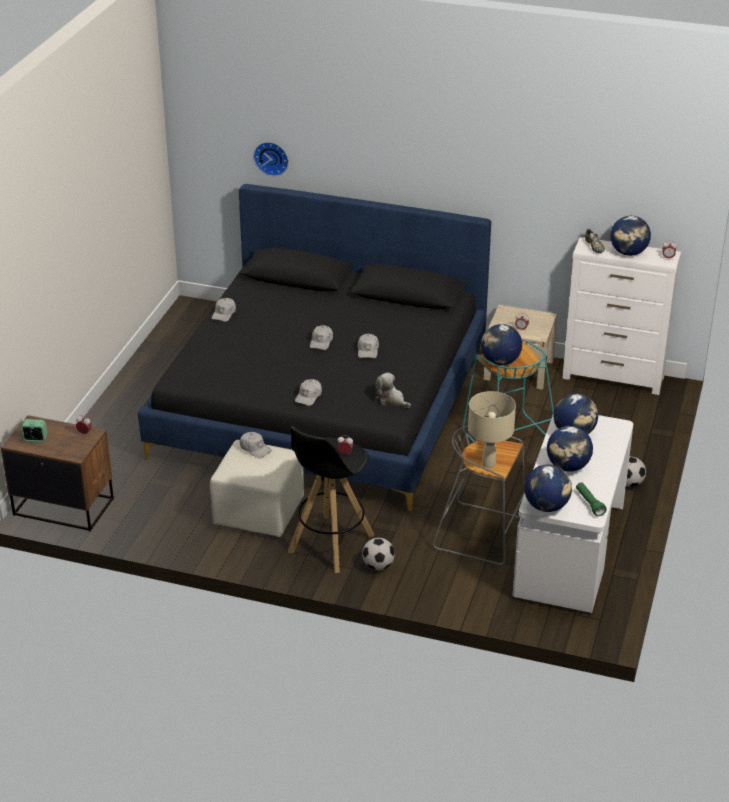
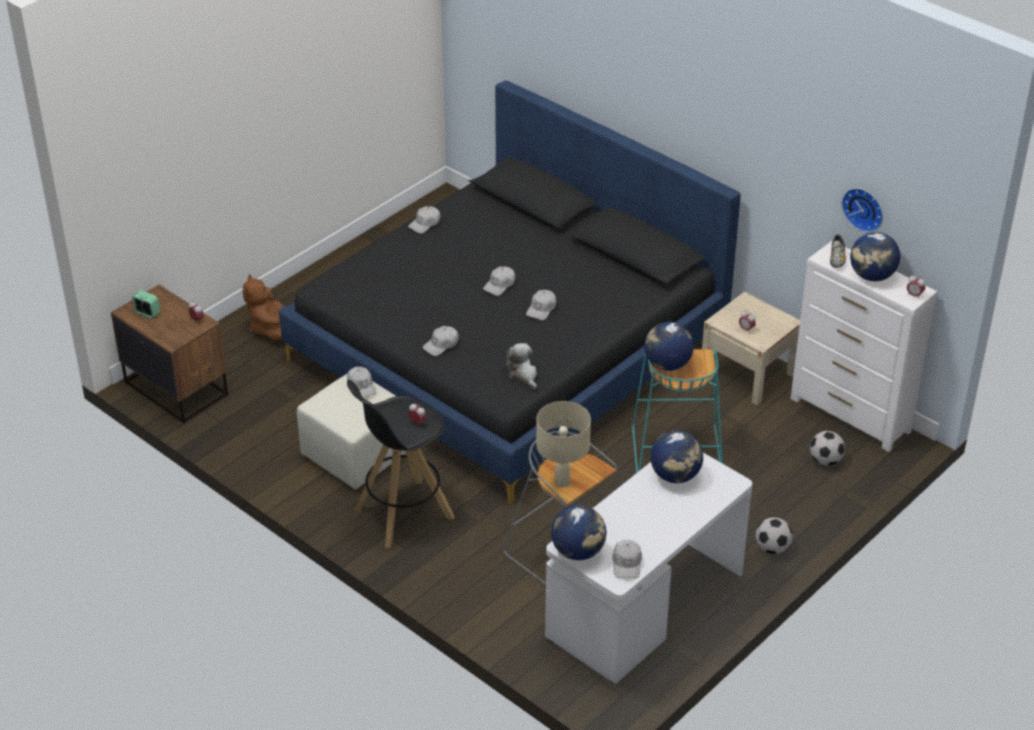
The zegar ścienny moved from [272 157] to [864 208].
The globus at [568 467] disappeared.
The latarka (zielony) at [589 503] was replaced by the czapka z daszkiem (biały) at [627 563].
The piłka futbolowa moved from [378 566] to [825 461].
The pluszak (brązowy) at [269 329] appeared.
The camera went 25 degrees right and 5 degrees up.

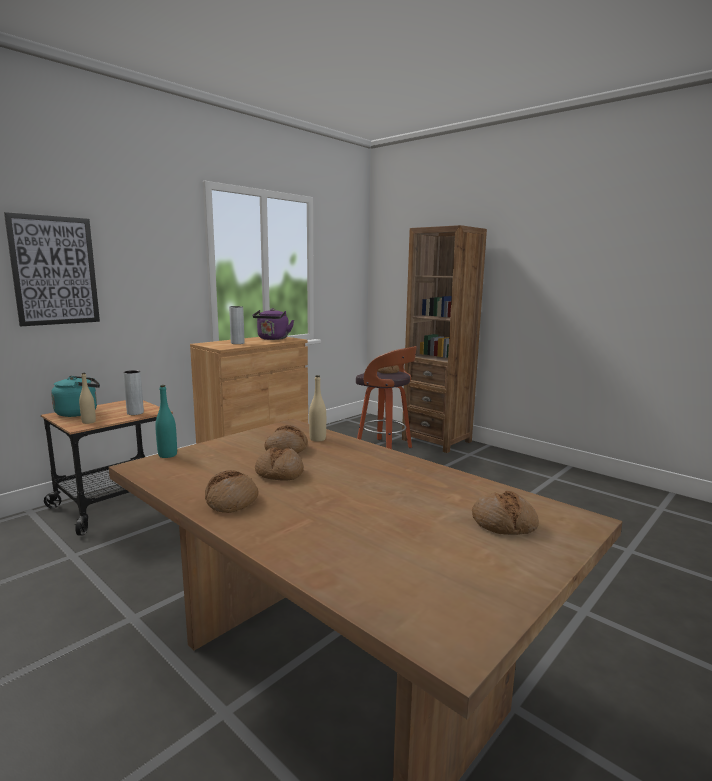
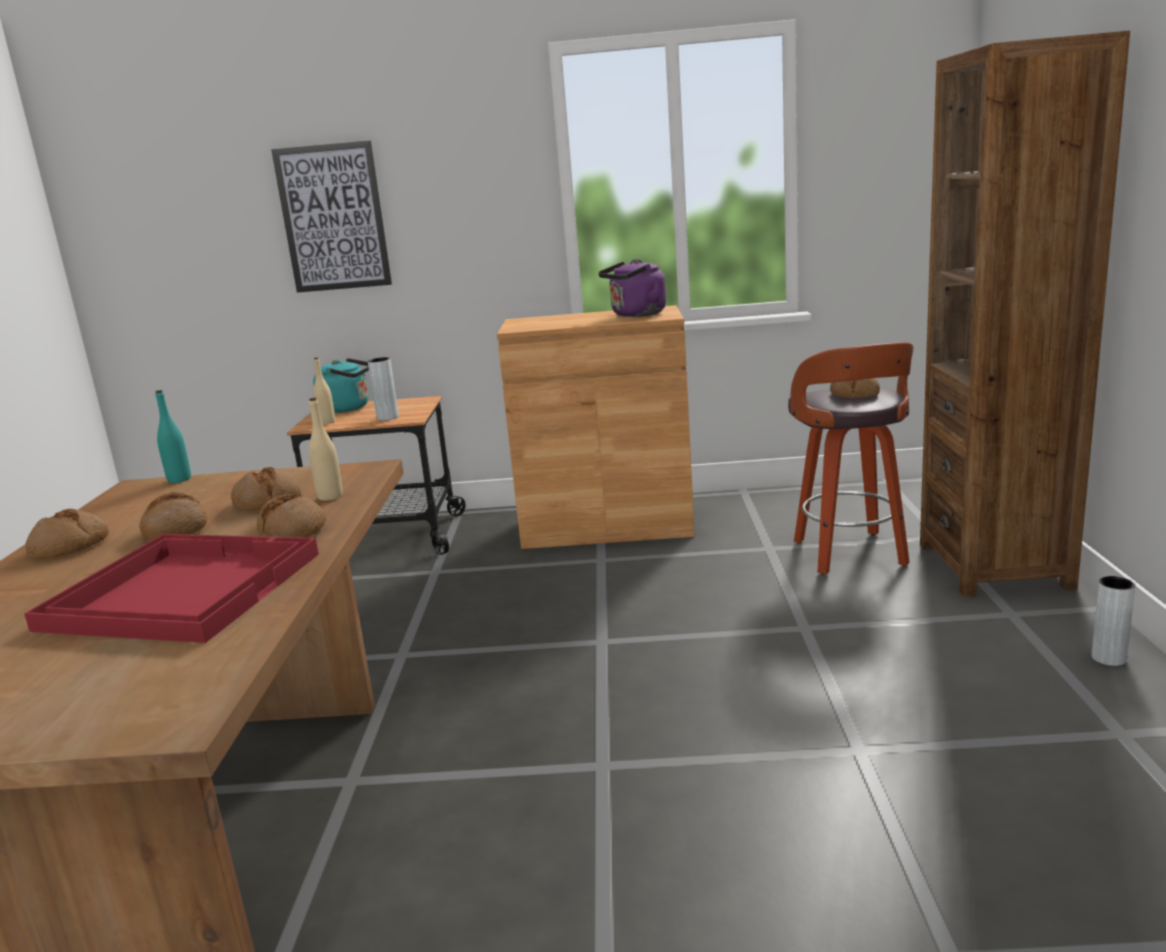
The wazon (szary) moved from [237 343] to [1108 658].
The chleb moved from [503 523] to [294 531].
The taca (czerwony) at [183 589] appeared.
The camera went 50 degrees right and 5 degrees up.

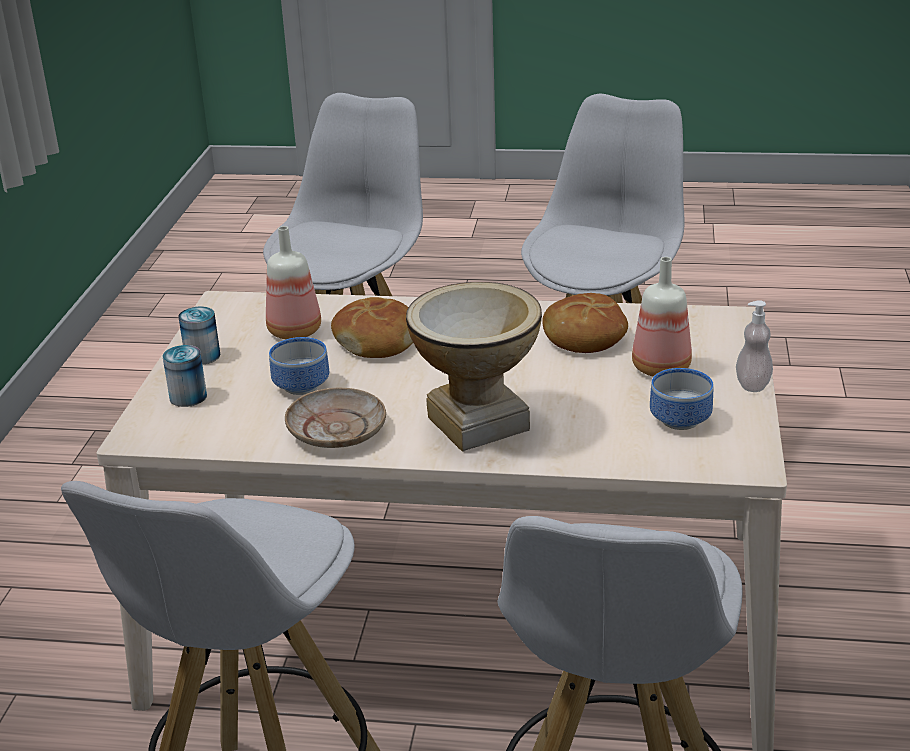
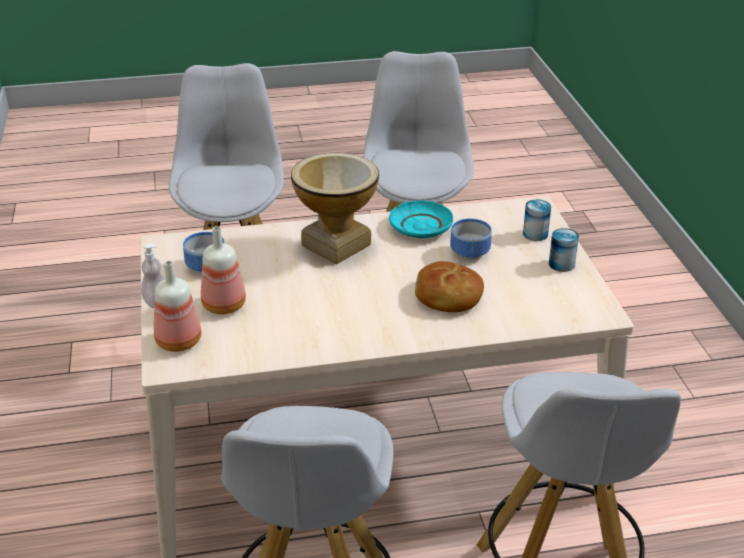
The butelka moved from [296 331] to [177 342].
The chleb at [584 336] disappeared.
The talerz (beżowy) at [337 430] became the talerz (turkusowy) at [420 227].
The camera went 160 degrees right and 5 degrees up.

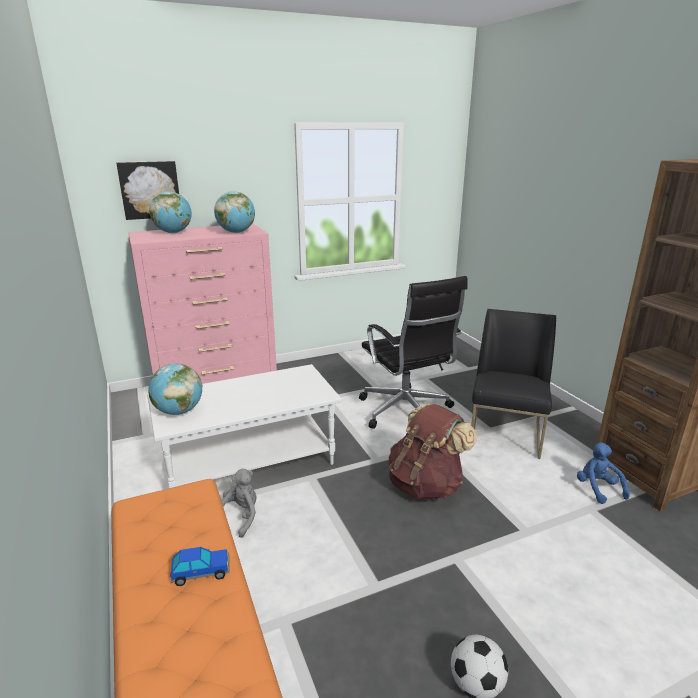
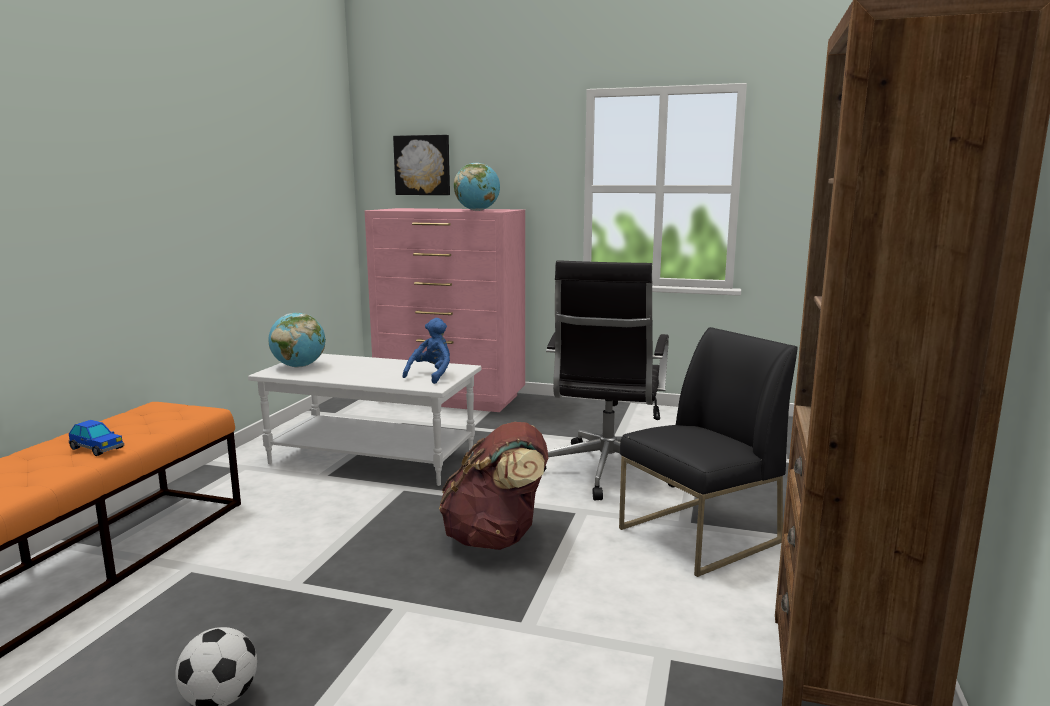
The globus at [173 232] disappeared.
The pluszak (niebieski) moved from [597 488] to [431 375].
The pluszak (szary) at [240 517] disappeared.
The camera went 40 degrees right and 10 degrees down.

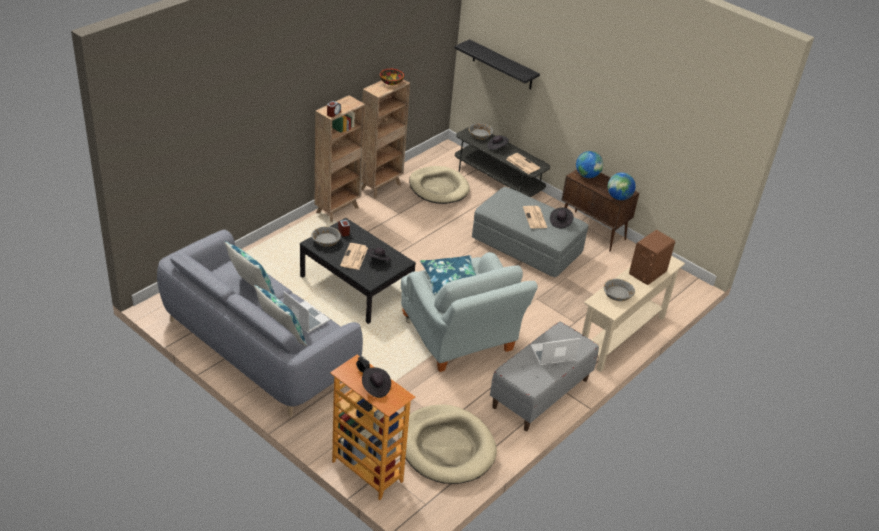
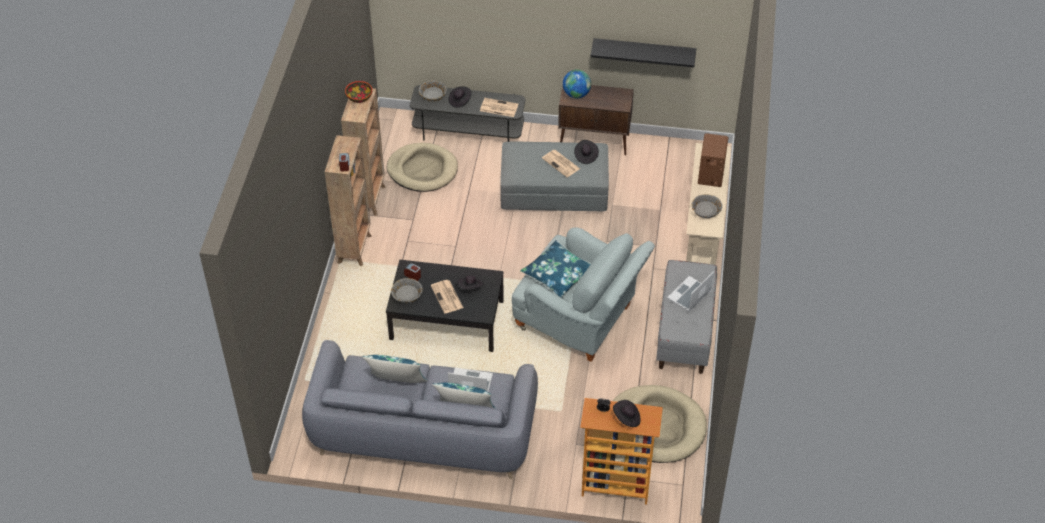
The półka (czarny) moved from [502 65] to [644 52].
The globus at [618 197] disappeared.
The camera went 30 degrees left and 10 degrees up.

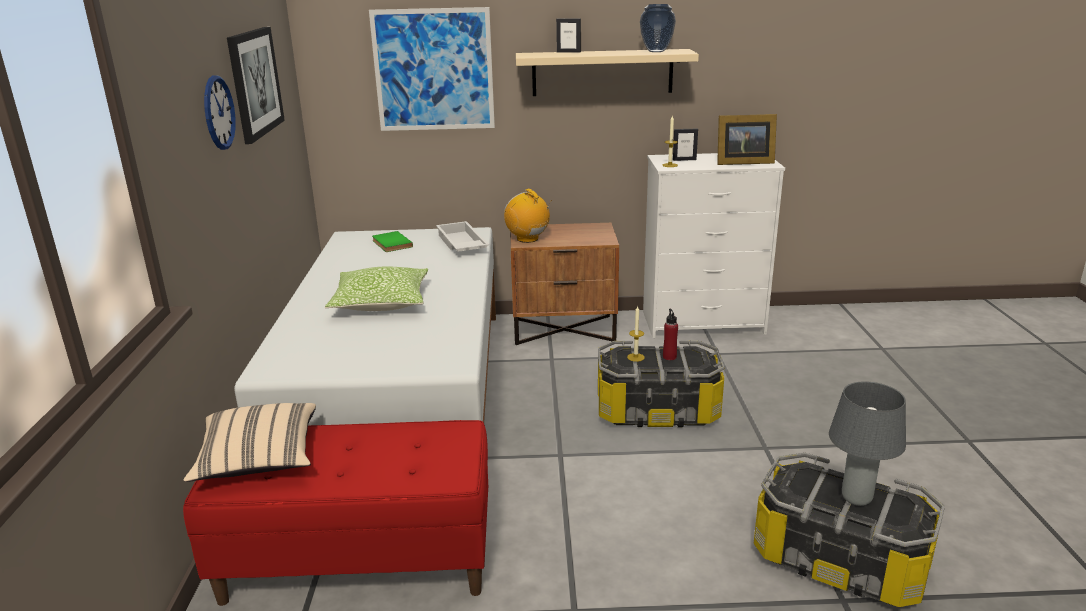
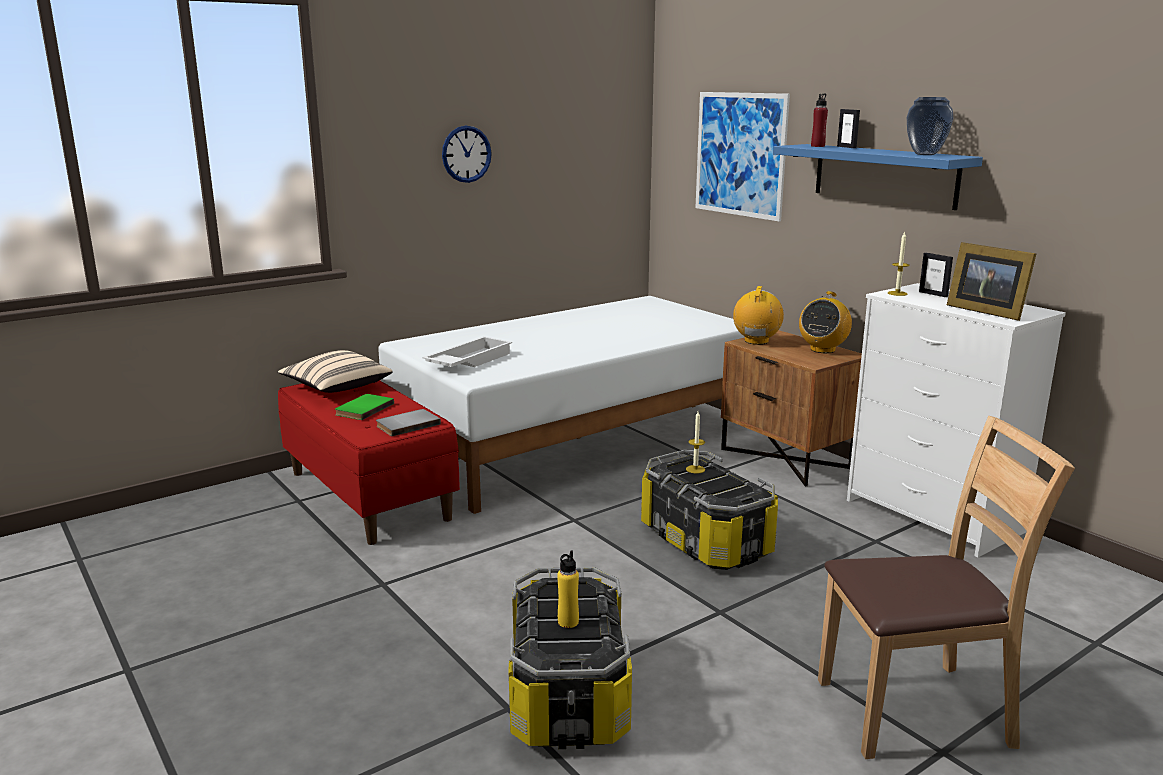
The obraz at [255 83] disappeared.
The półka (beżowy) at [602 72] became the półka (niebieski) at [884 175].
The taca (biały) moved from [460 244] to [468 361].
The książka (zielony) moved from [390 244] to [363 409].
The poduszka at [381 303] disappeared.
The butelka (czerwony) moved from [669 357] to [818 146].
The lampa stołowa (szary) at [857 499] was replaced by the butelka (żółty) at [568 622].
The radio at [822 349] appeared.
The książka (szary) at [407 424] appeared.
The krzesło (brązowy) at [915 711] appeared.
The camera went 55 degrees right and 5 degrees down.

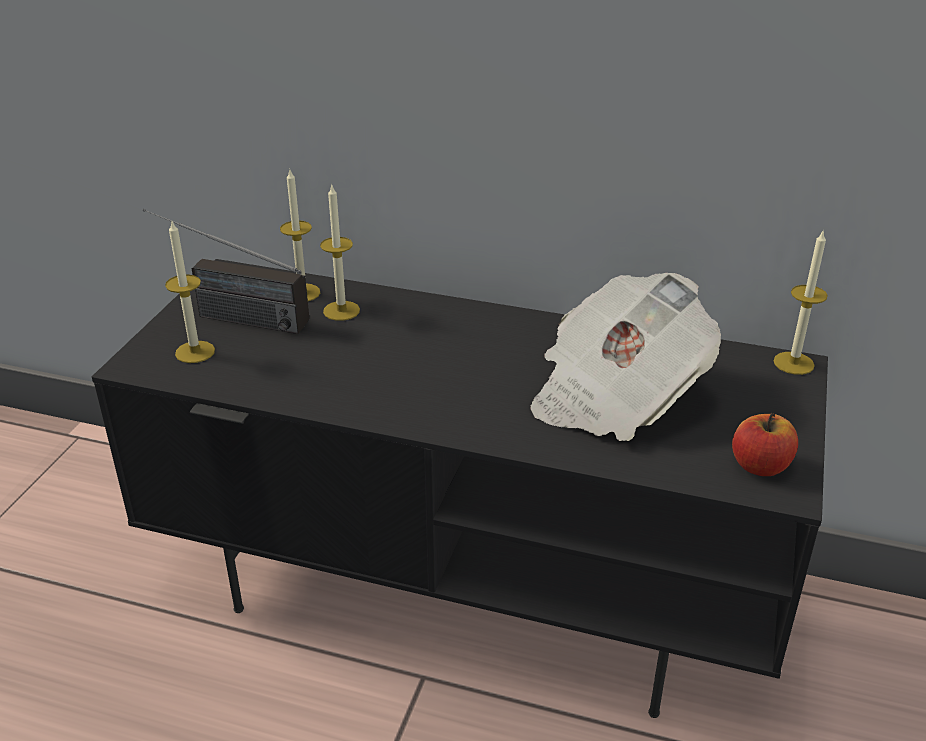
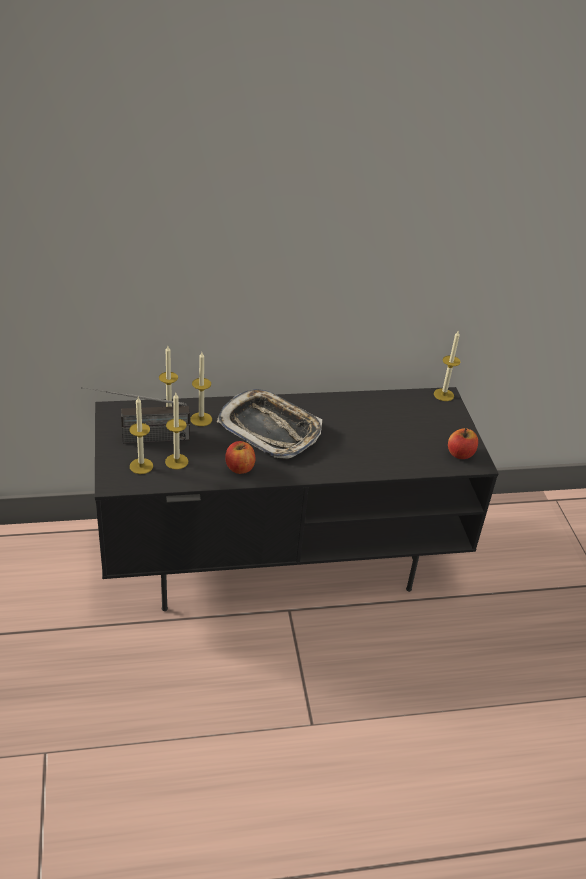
The gazeta at [615 395] disappeared.
The taca at [270 429] appeared.
The świeca at [176 461] appeared.
The jabłko at [239 468] appeared.
The camera went 30 degrees left and 5 degrees up.

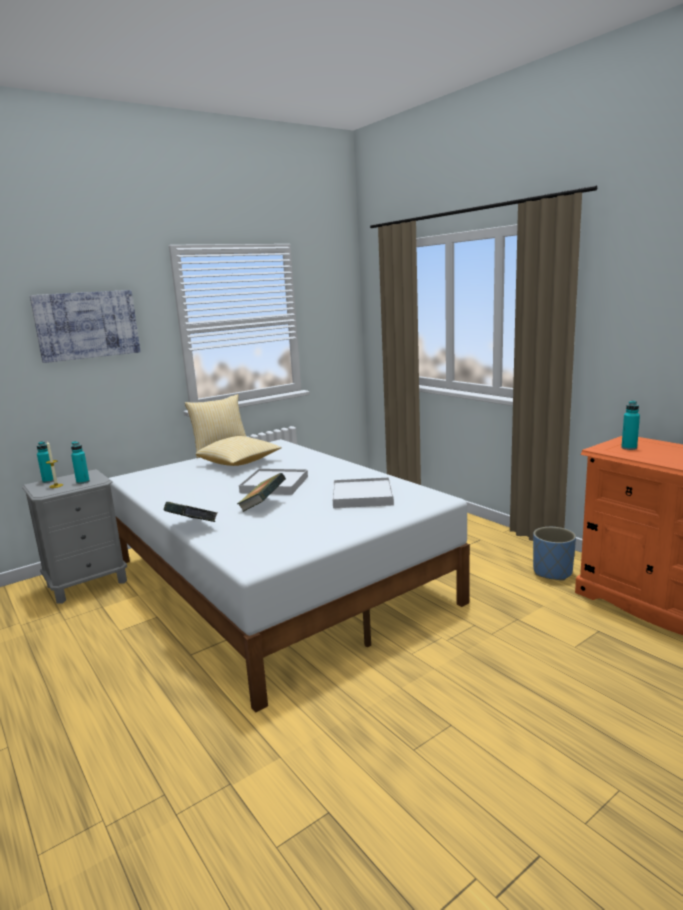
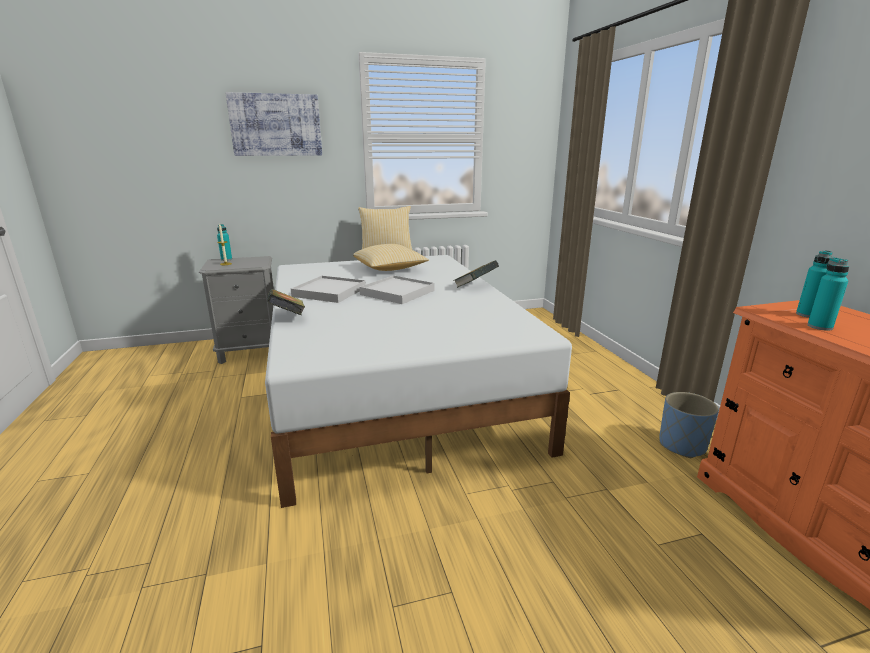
The butelka (turkusowy) moved from [83 482] to [819 327].
The książka moved from [263 506] to [475 286].
The taca (biały) moved from [362 496] to [330 292].
The camera went 20 degrees right and 5 degrees up.

